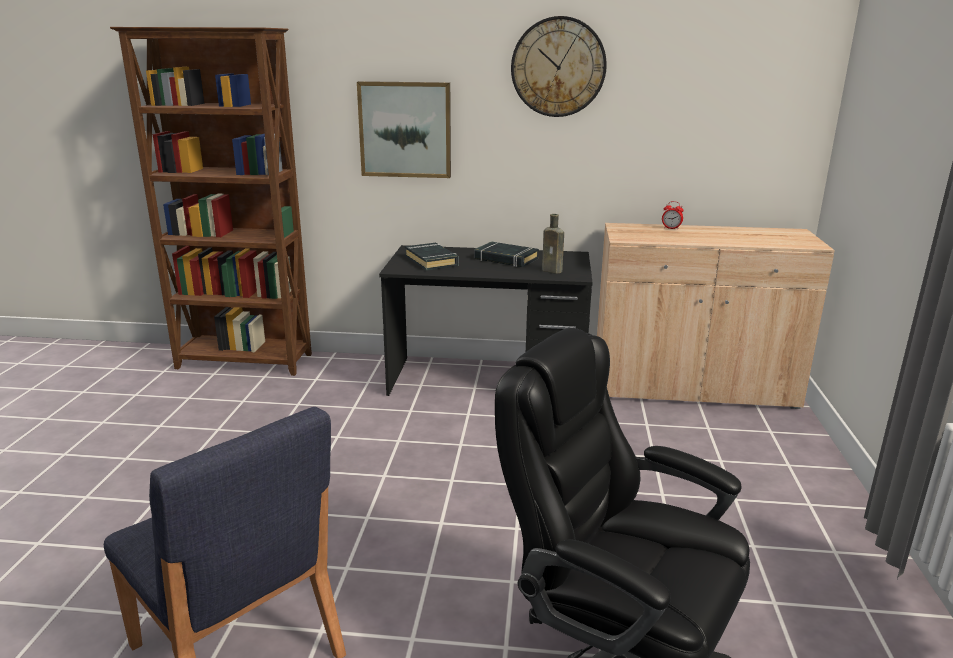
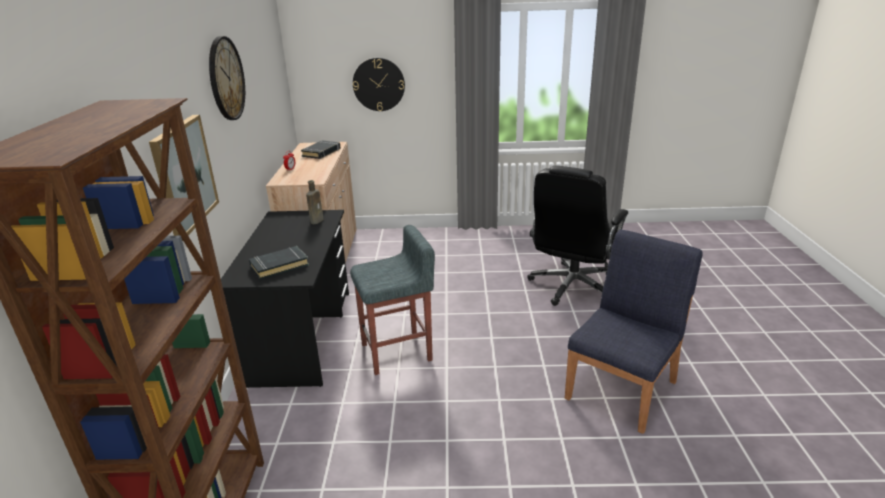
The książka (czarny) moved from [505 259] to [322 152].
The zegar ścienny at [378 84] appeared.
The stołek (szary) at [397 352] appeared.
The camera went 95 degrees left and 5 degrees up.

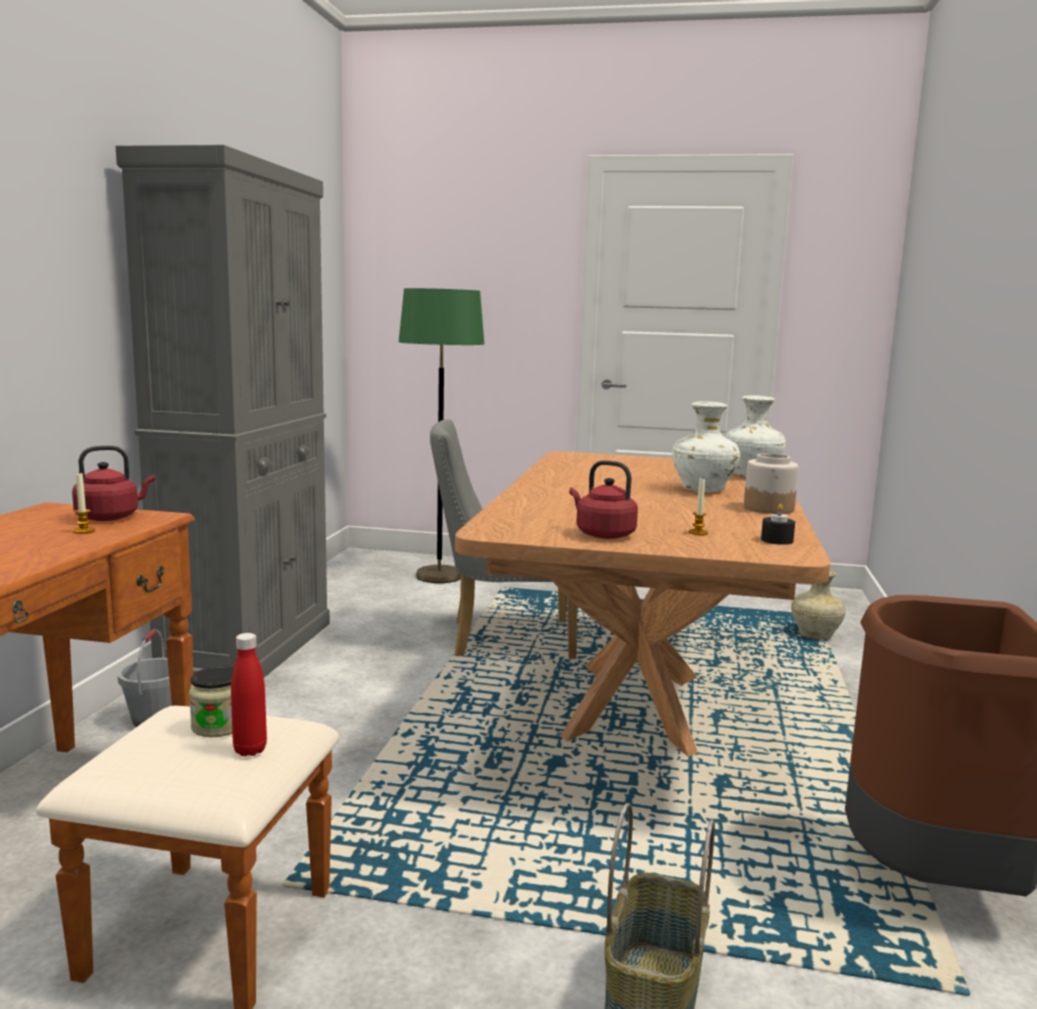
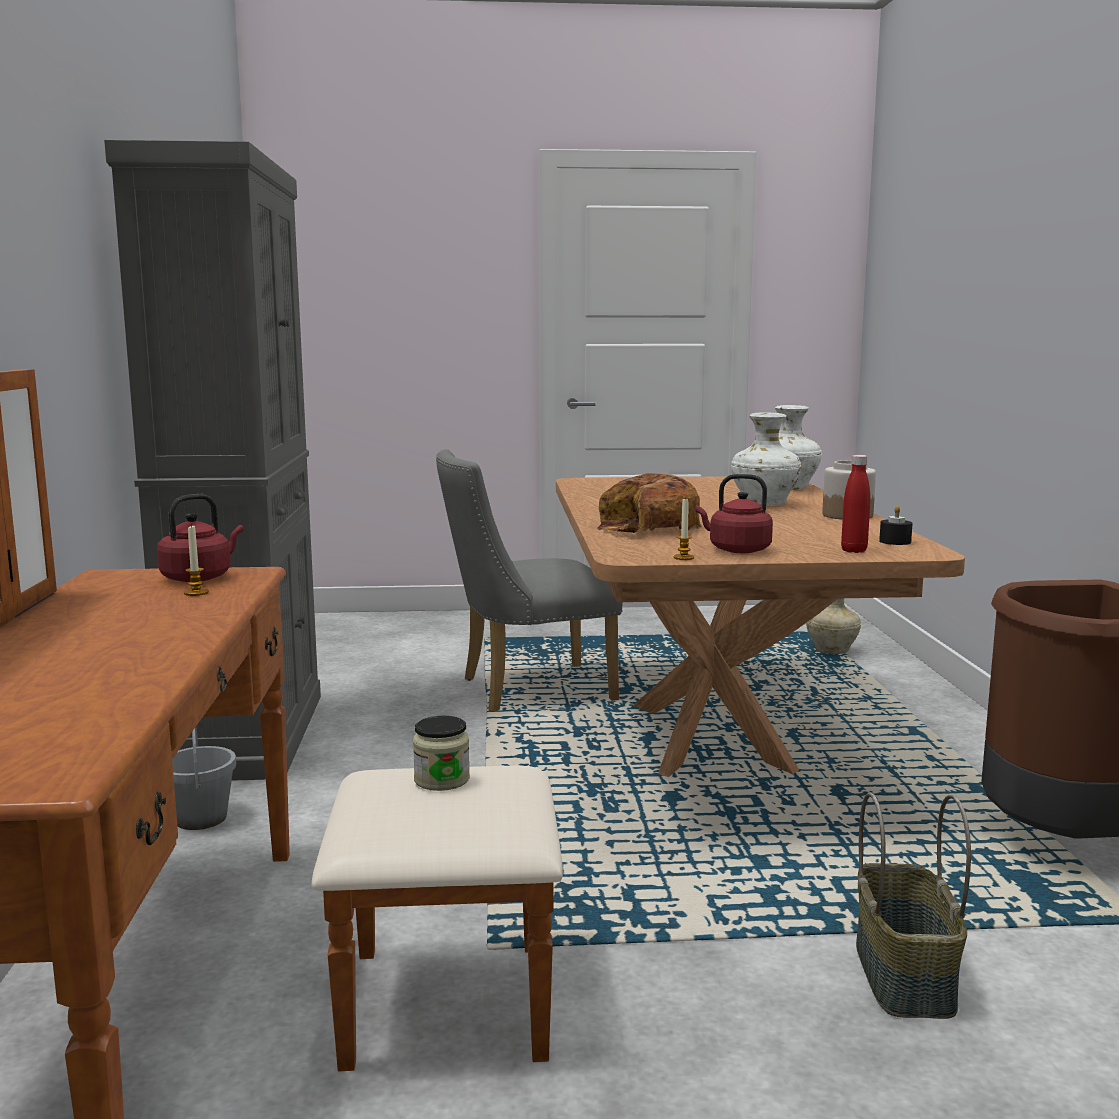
The lampa stojąca (zielony) at [439 576] disappeared.
The świeca moved from [698 532] to [683 558].
The butelka (czerwony) moved from [250 750] to [854 551].
The chleb at [647 528] appeared.
The camera went 15 degrees left and 0 degrees up.

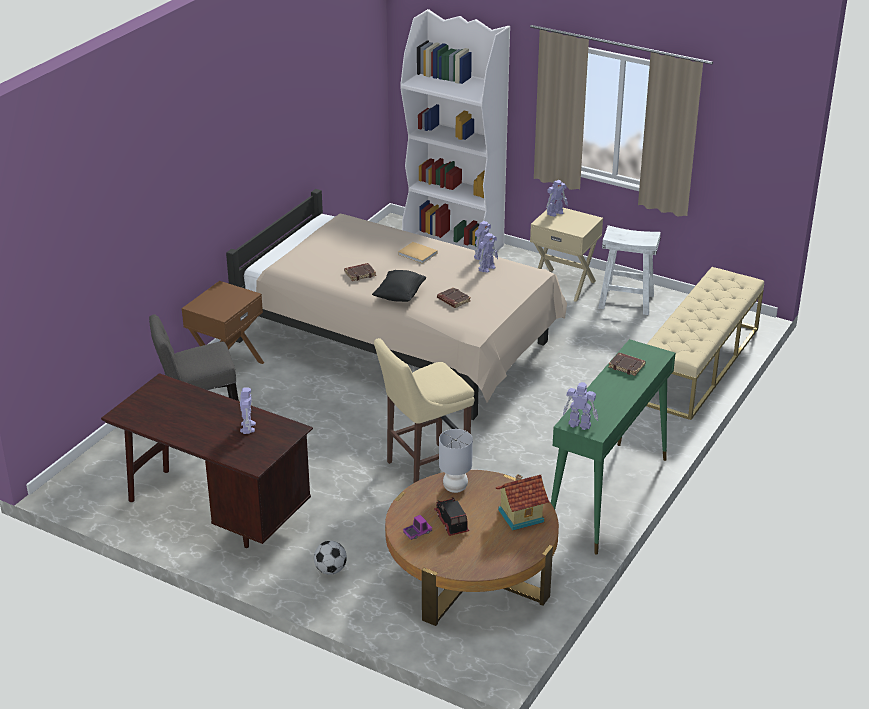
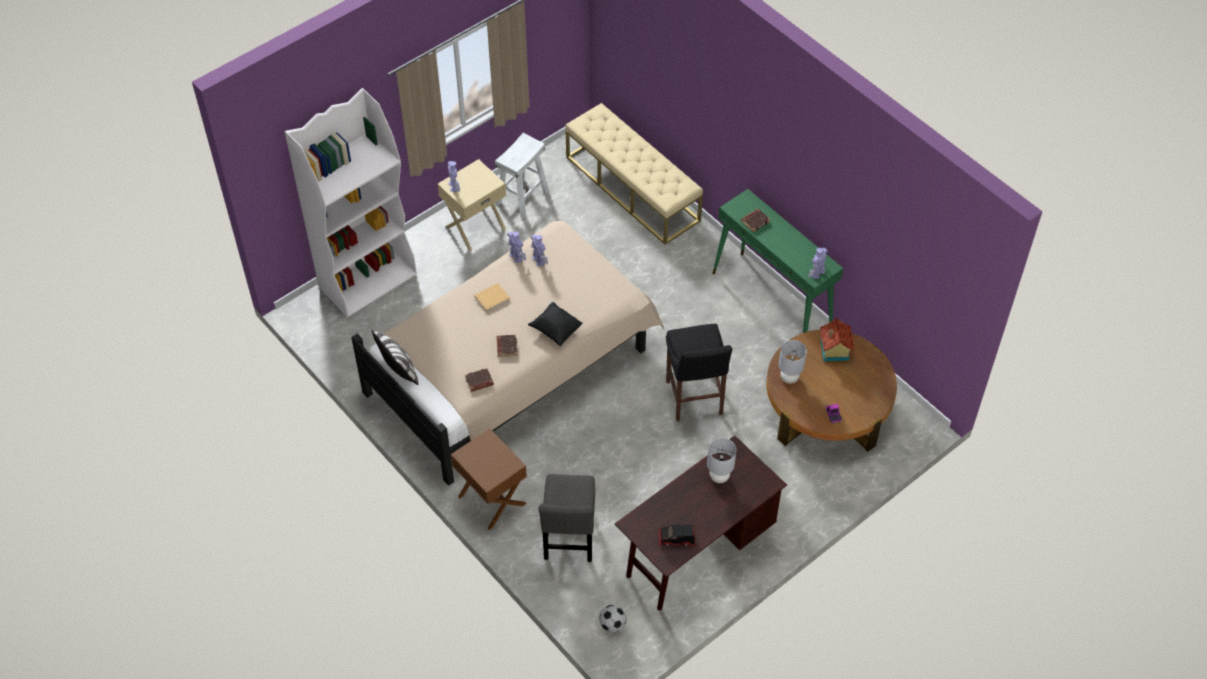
The książka (brązowy) moved from [453 300] to [479 382].
The stołek (beżowy) at [423 468] became the stołek (czarny) at [694 400].
The robot zabawkowy at [248 427] was replaced by the lampa stołowa (szary) at [719 477].
The ciężarówka zabawkowa moved from [451 522] to [676 539].
The piłka futbolowa moved from [330 570] to [613 625].
The poduszka at [399 370] appeared.
The camera went 70 degrees left and 20 degrees up.

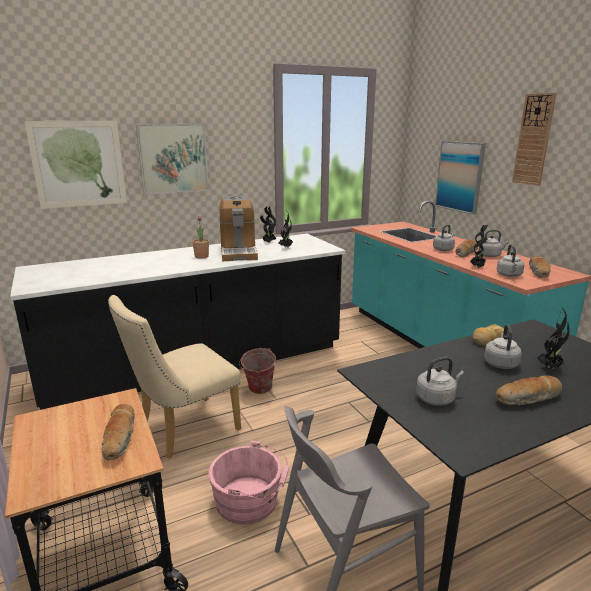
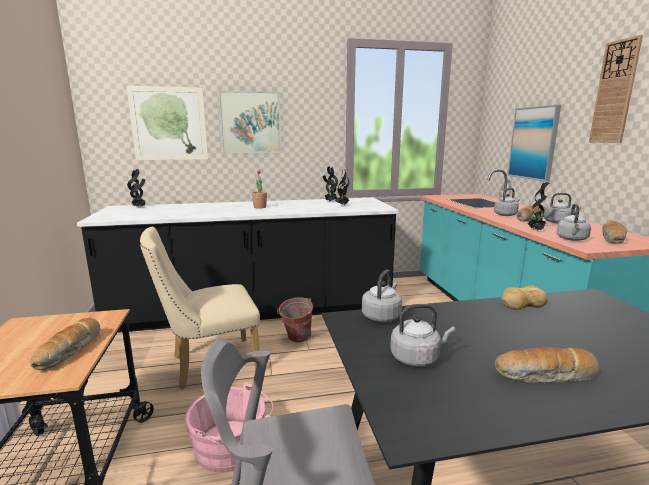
The ekspres do kawy at [238 252] disappeared.
The roślina doniczkowa moved from [550 367] to [139 207].
The czajnik (szary) moved from [500 363] to [382 316].
The camera went 15 degrees right and 5 degrees down.

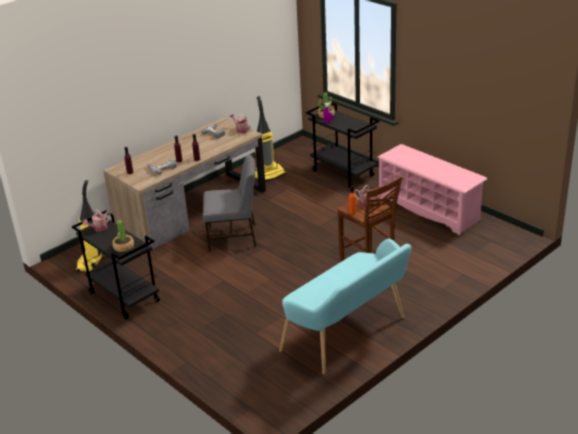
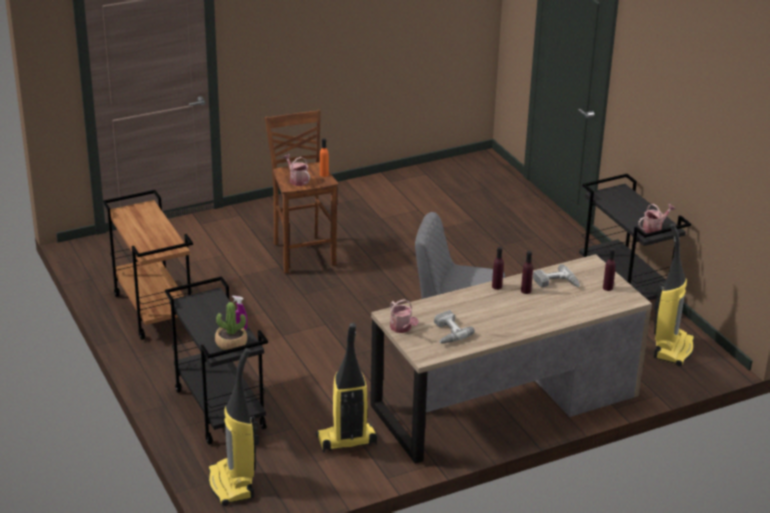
The regał na buty (różowy) at [429 209] was replaced by the wózek (brązowy) at [152 311].
The roślina doniczkowa at [123 247] disappeared.
The ławka (turkusowy) at [349 335] disappeared.
The odkurzacz at [232 484] appeared.
The camera went 165 degrees left and 0 degrees up.

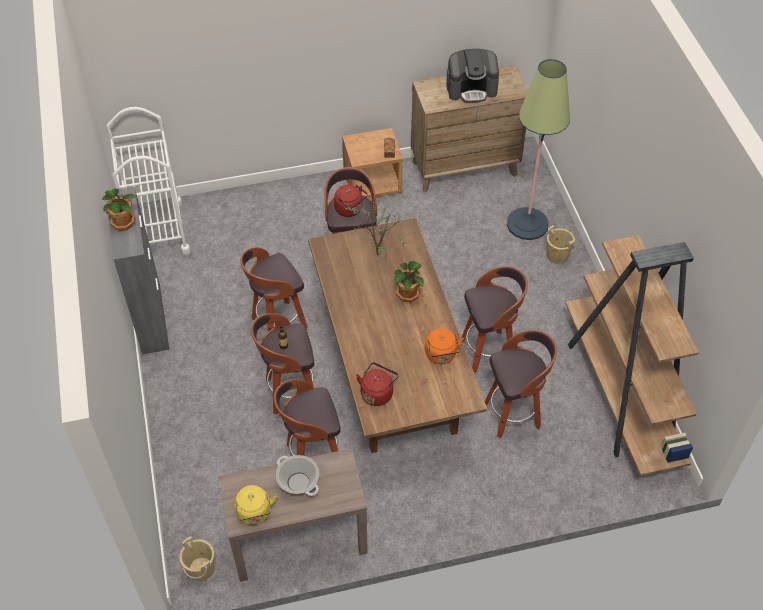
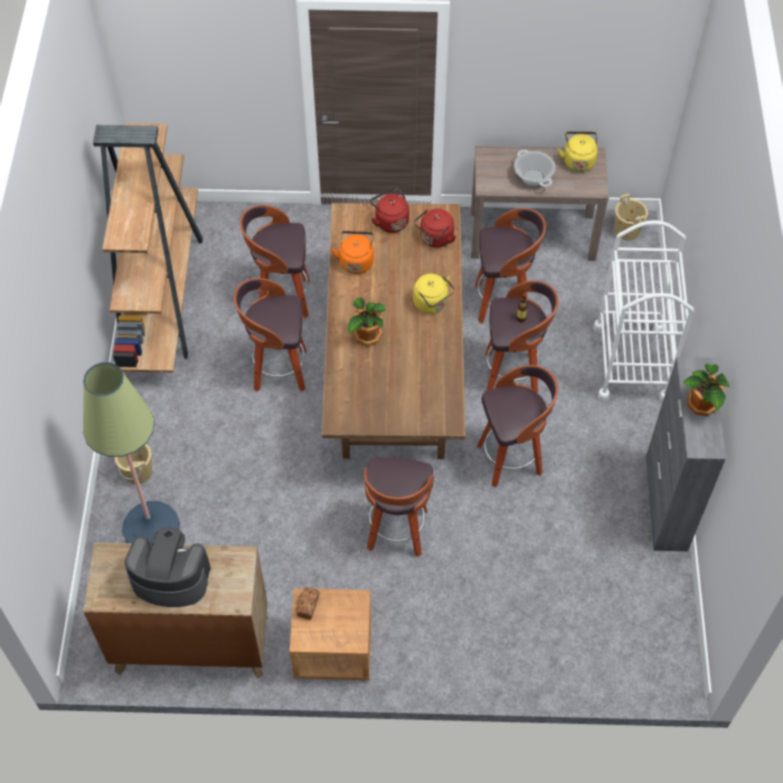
The wózek (biały) moved from [157 231] to [631 362].
The czajnik (czerwony) moved from [350 209] to [390 221].
The roślina doniczkowa at [375 255] disappeared.
The czajnik (żółty) at [432 304] appeared.
The camera went 165 degrees left and 5 degrees up.

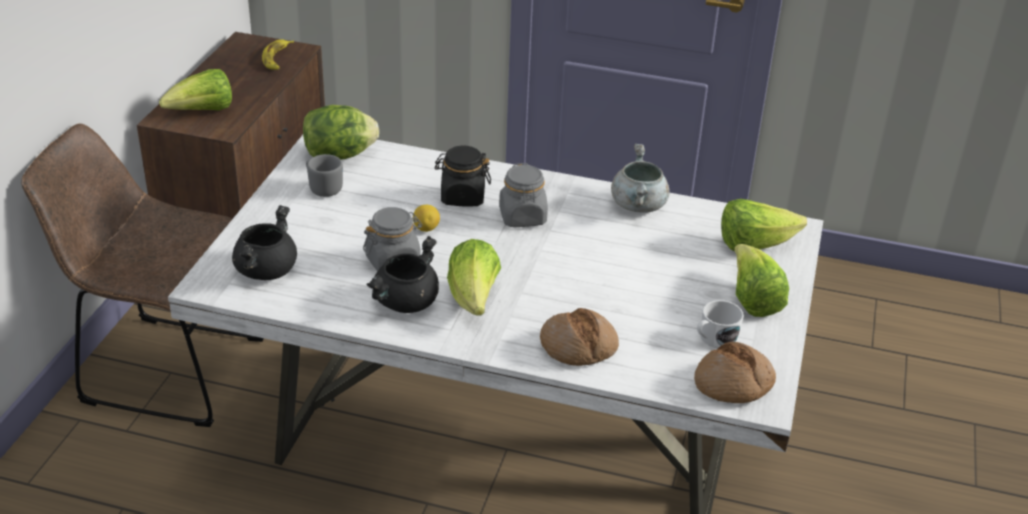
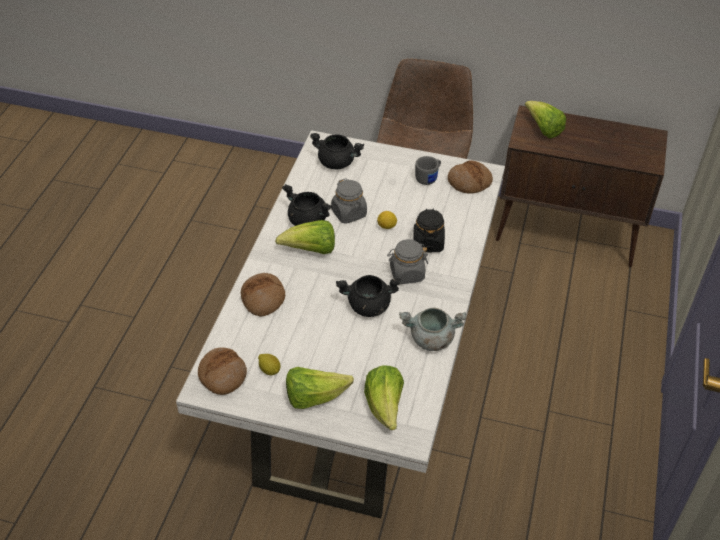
The banan at [277 58] disappeared.
The sałata at [339 156] was replaced by the chleb at [469 182].
The kubek (biały) at [714 338] was replaced by the cytryna at [269 370].
The garnek (czarny) at [368 306] appeared.
The camera went 90 degrees right and 10 degrees up.

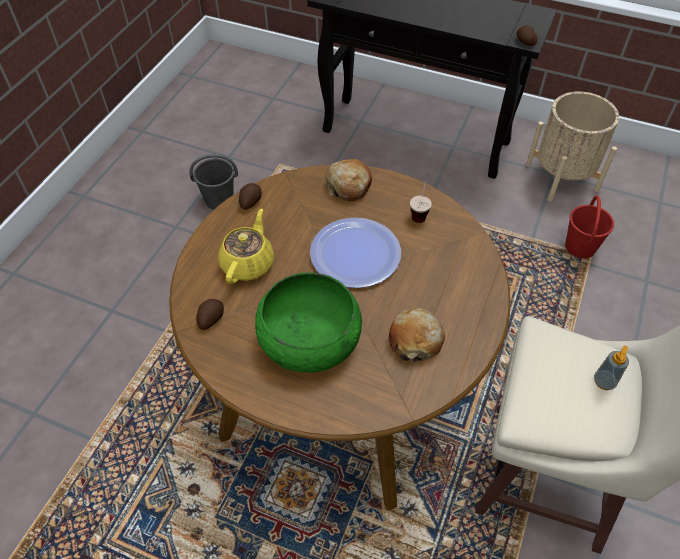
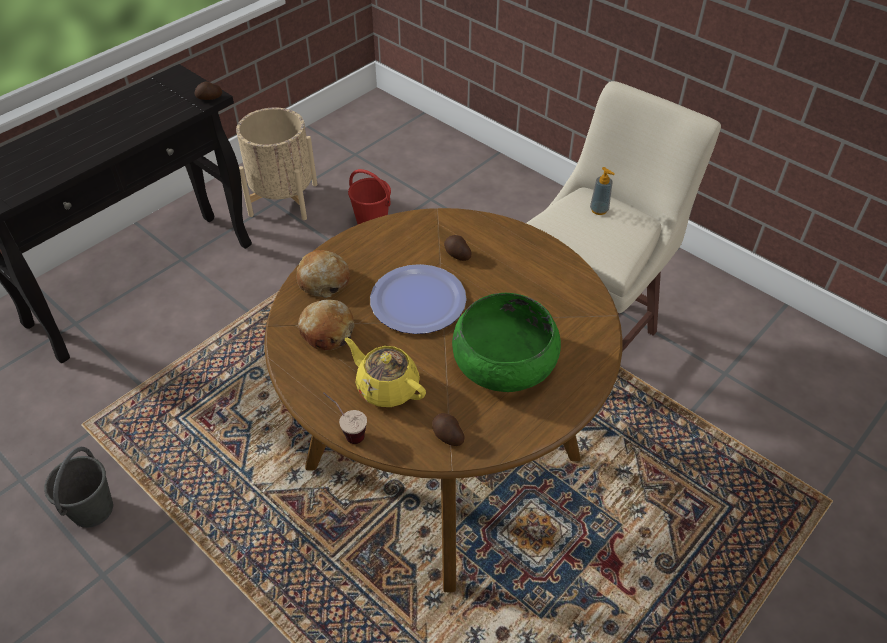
The filiżanka moved from [420 211] to [346 431].
The ziemniak moved from [250 201] to [457 255].
The chleb moved from [415 340] to [327 331].
The camera went 70 degrees left and 5 degrees down.

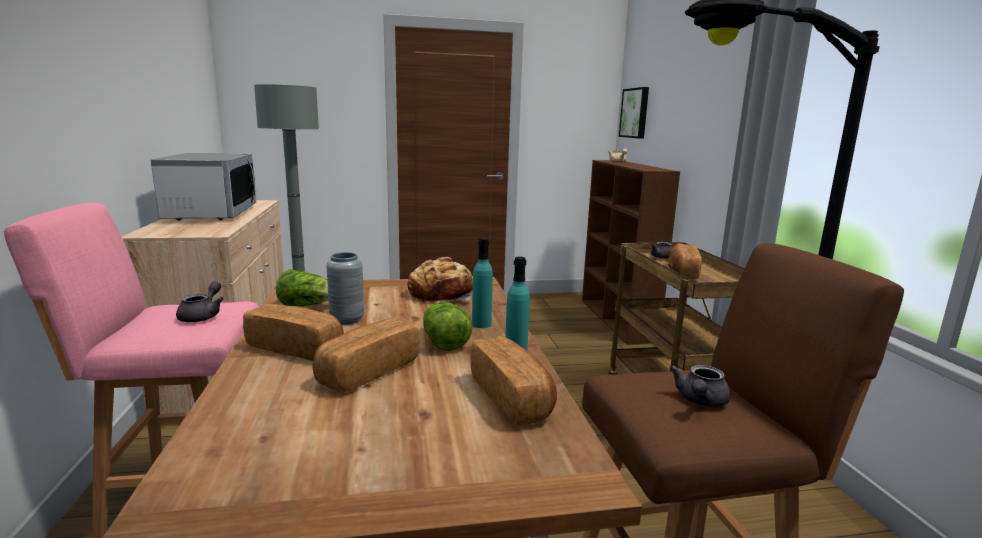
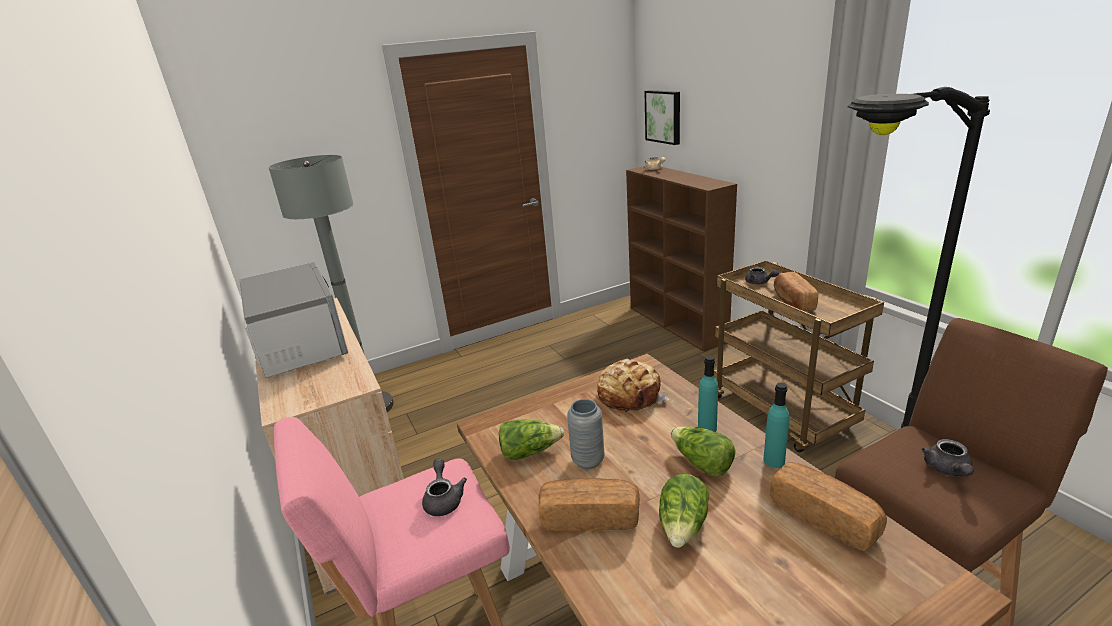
The chleb at [367 372] was replaced by the sałata at [683 526].
The camera went 15 degrees left and 10 degrees up.

